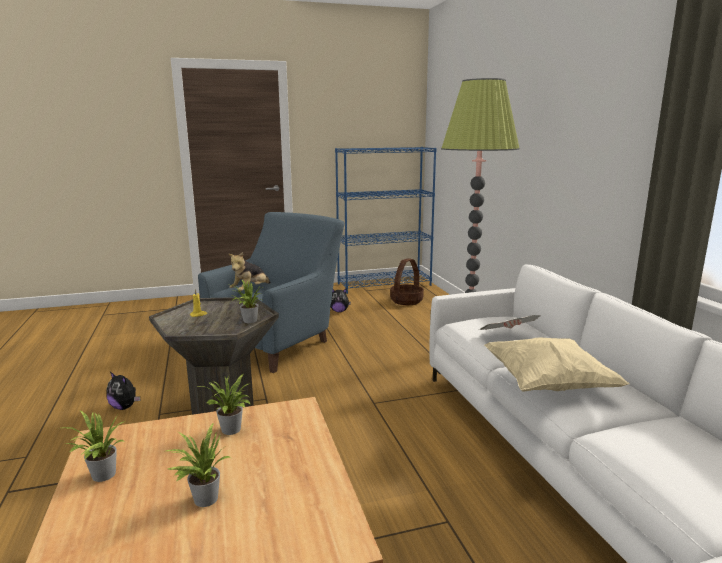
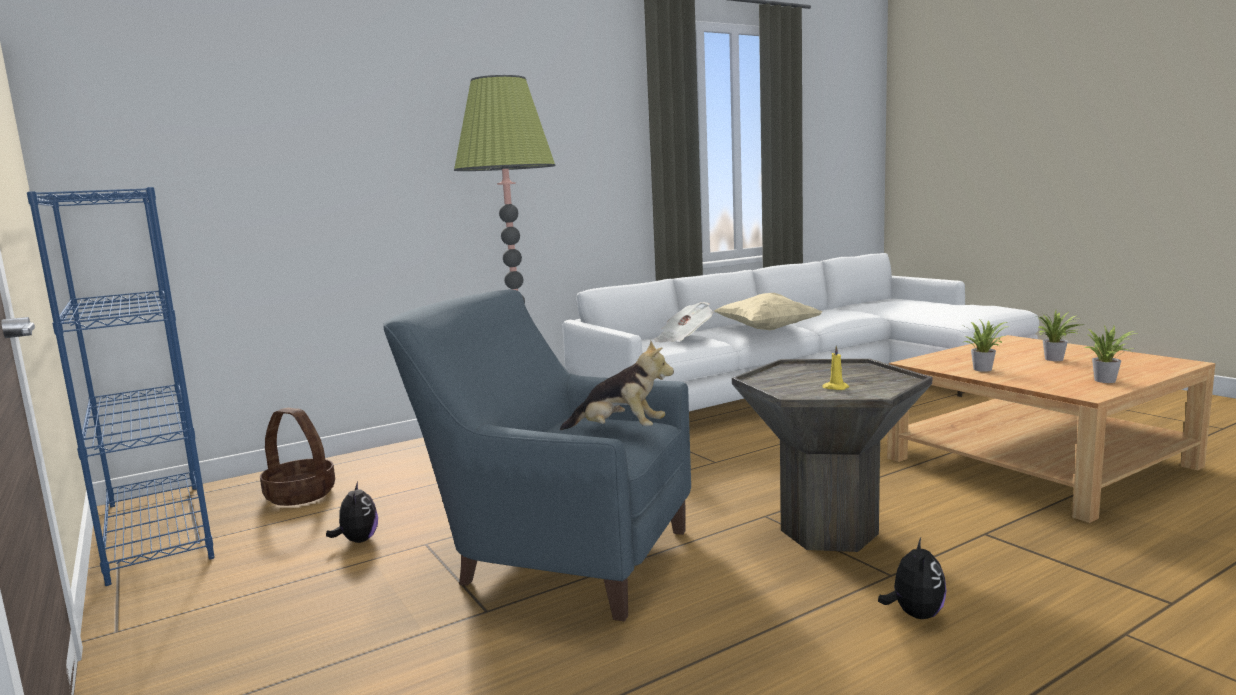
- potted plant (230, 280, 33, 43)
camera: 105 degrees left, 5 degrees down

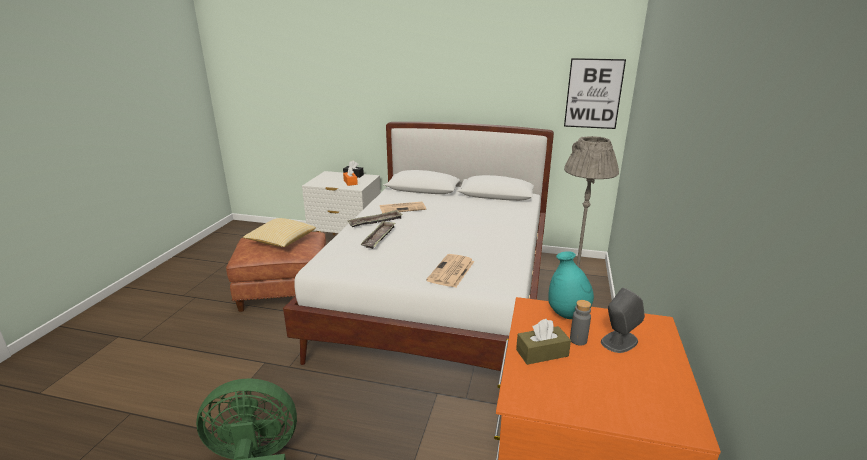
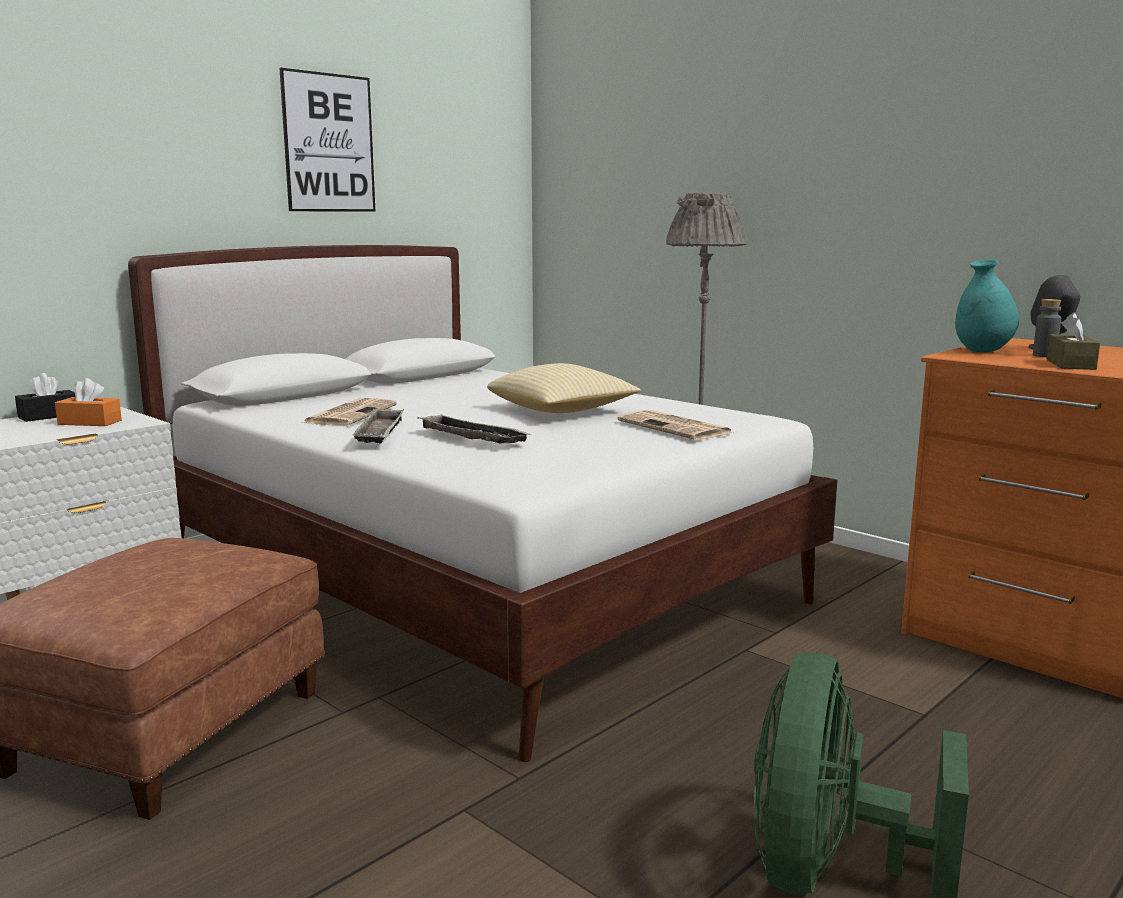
~ pillow (243, 218, 73, 29) to (487, 363, 154, 50)
~ picture (564, 58, 62, 71) to (279, 68, 96, 143)
camera: 60 degrees left, 10 degrees down

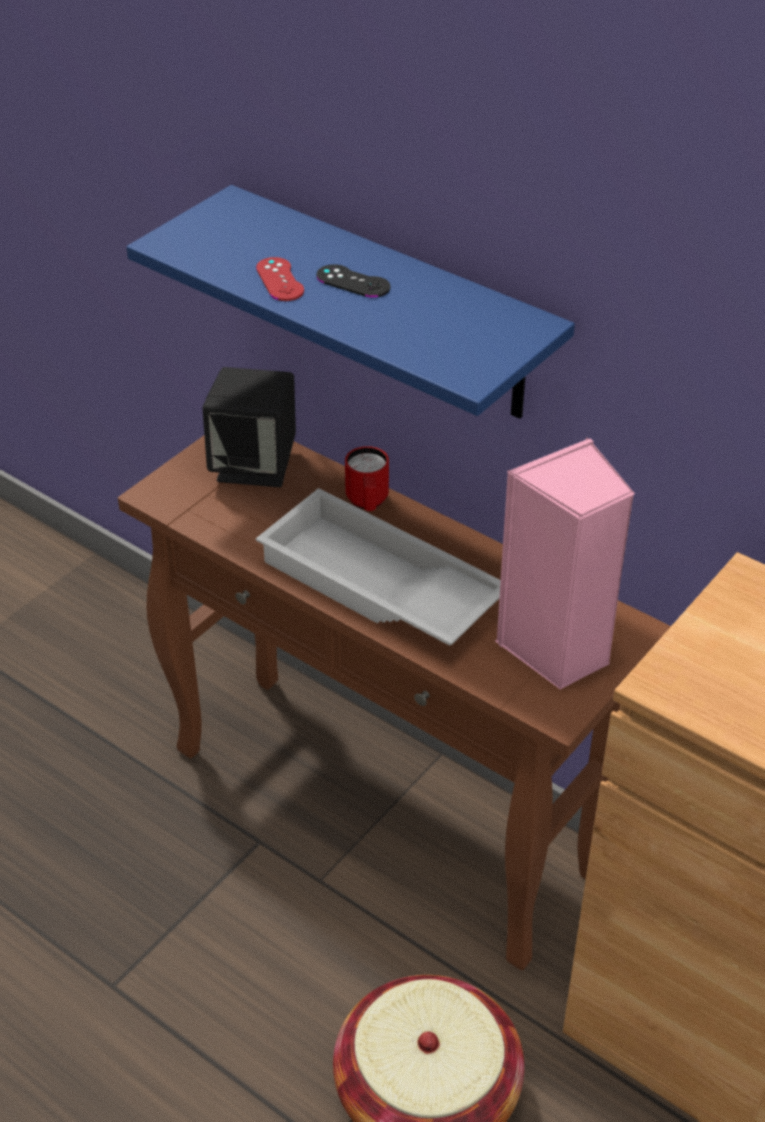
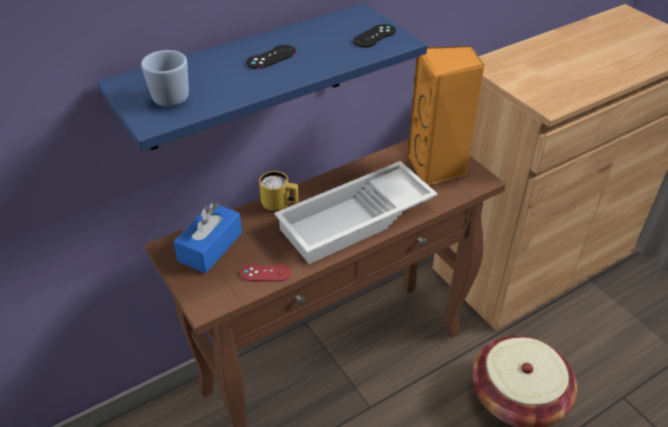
+ blue mug (141, 50, 48, 57)
+ black game controller (353, 24, 43, 24)
~ red game controller (256, 257, 48, 44) to (240, 264, 51, 17)
~ black speaker (202, 367, 94, 120) to blue tissue box (173, 202, 69, 71)
~ red mug (345, 446, 44, 65) to yellow mug (259, 171, 40, 41)
~ pink speaker (495, 437, 140, 253) to orange speaker (408, 46, 77, 139)
camera: 70 degrees left, 0 degrees up

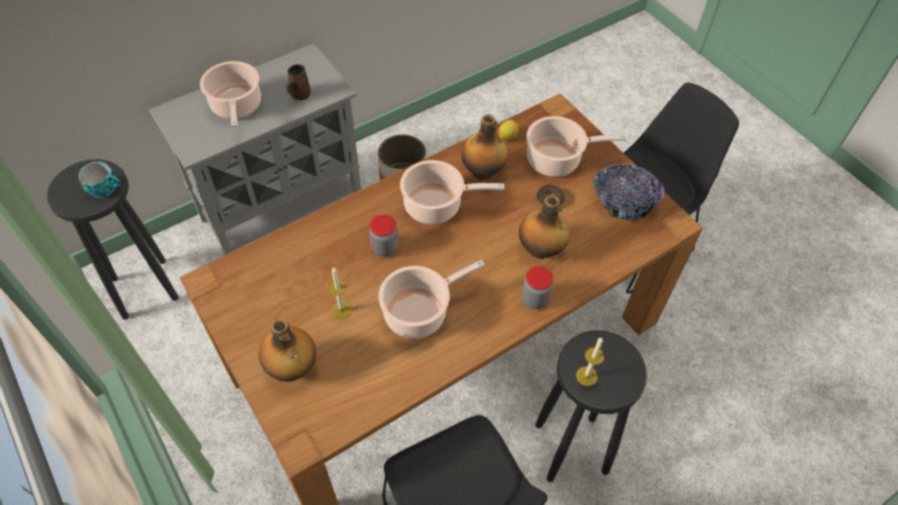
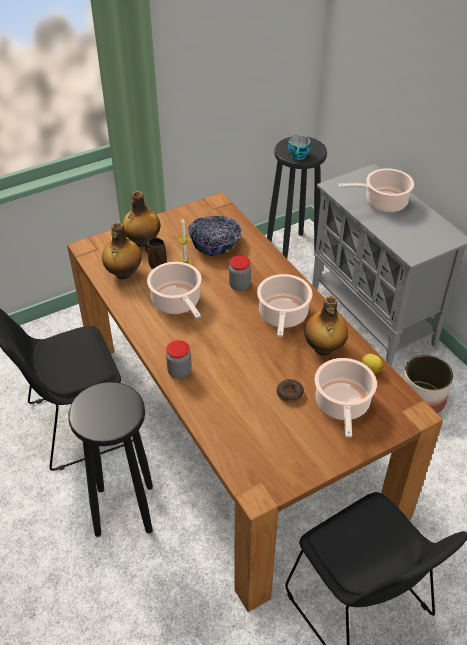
- candle (576, 337, 28, 49)
~ brown mug (286, 64, 25, 36) to (145, 237, 22, 32)
~ bottle (519, 195, 51, 64) to (102, 222, 40, 57)
~ bowl (593, 164, 71, 56) to (188, 216, 54, 40)
camera: 95 degrees right, 10 degrees down

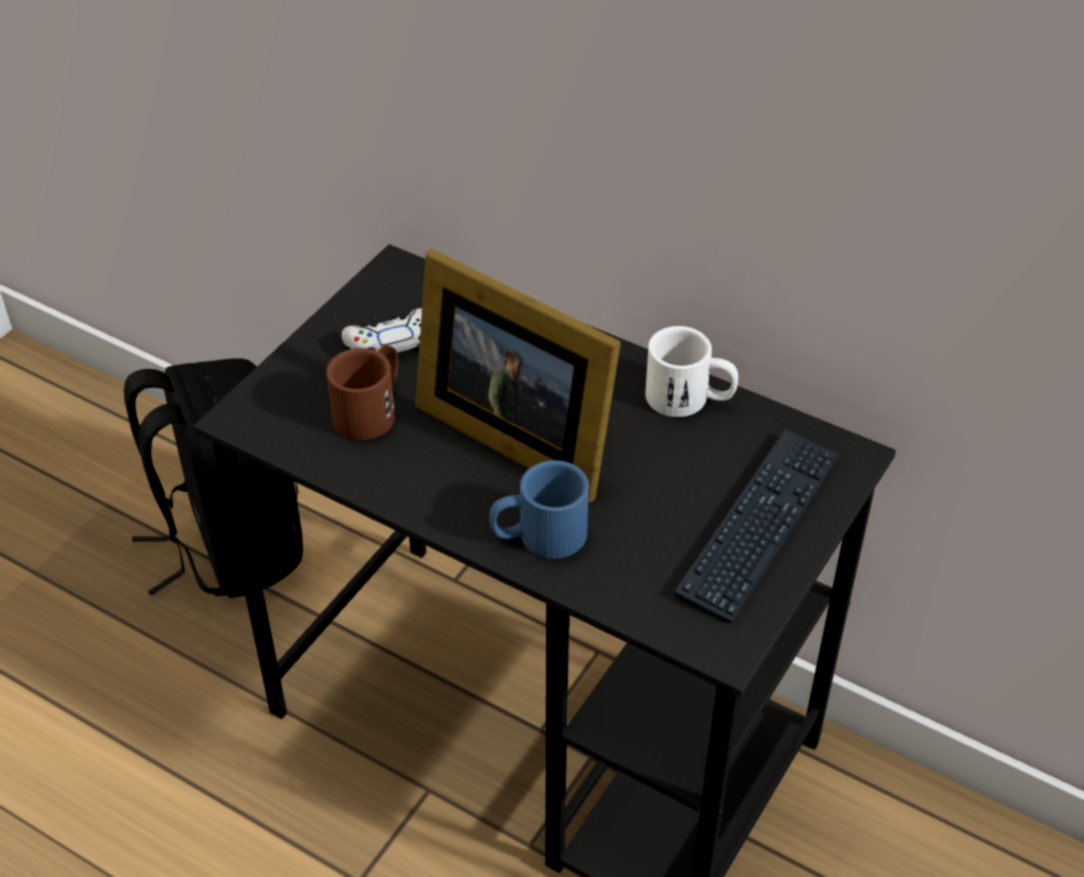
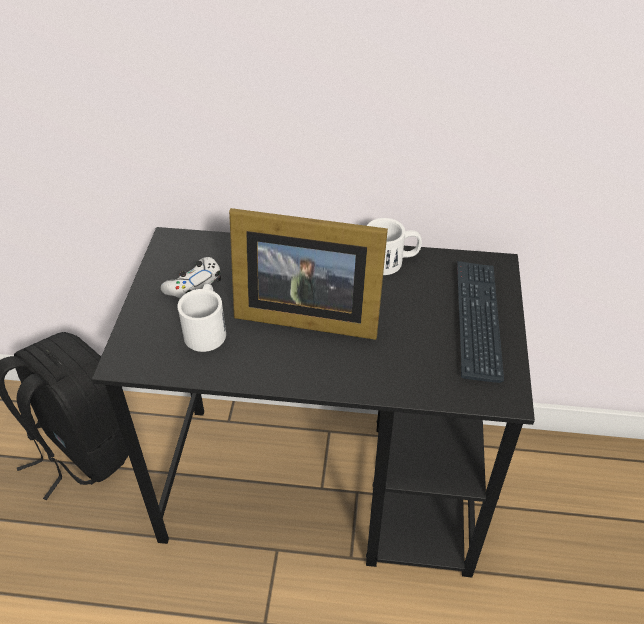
- blue mug (489, 460, 100, 99)
~ brown mug (326, 345, 73, 95) to white mug (177, 284, 49, 68)
camera: 25 degrees left, 0 degrees up

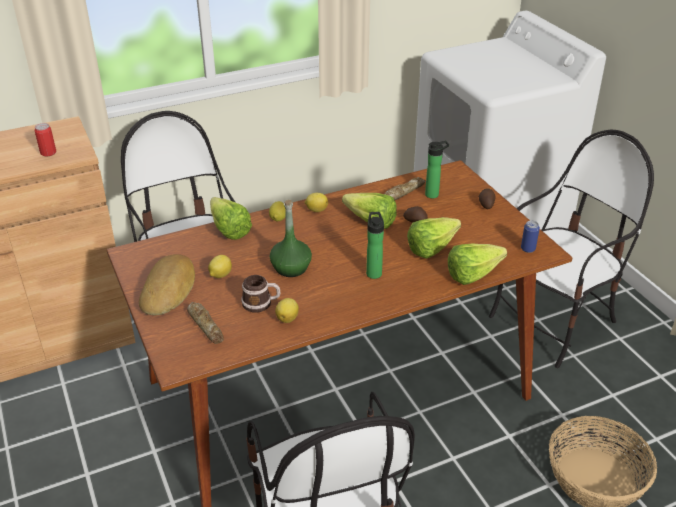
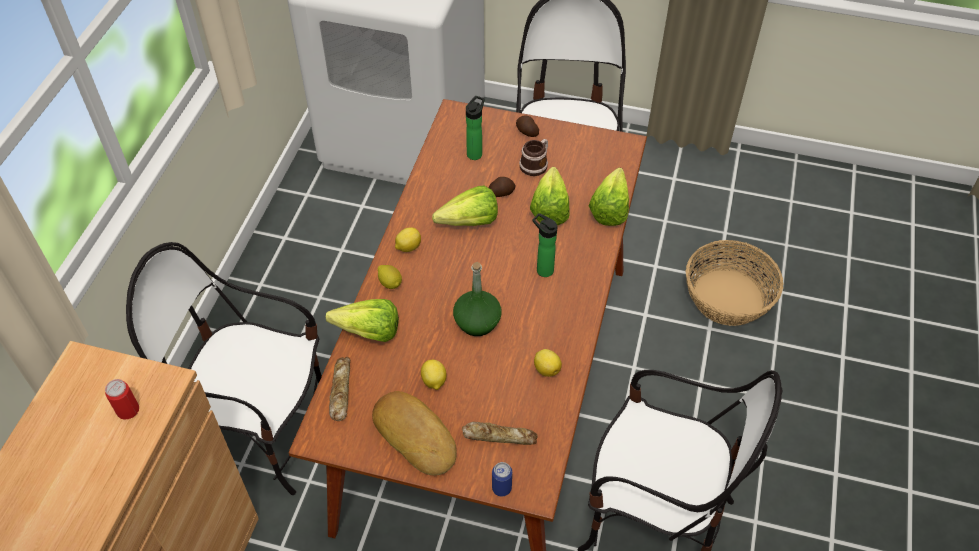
~ mug (241, 275, 40, 38) to (519, 139, 29, 37)
~ bread (385, 177, 40, 23) to (329, 357, 21, 64)
~ can (521, 220, 19, 33) to (492, 462, 20, 34)
camera: 50 degrees left, 15 degrees up

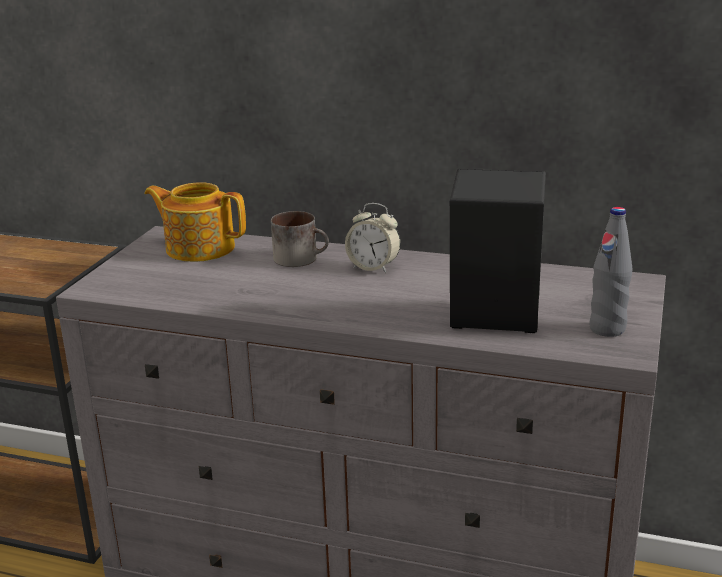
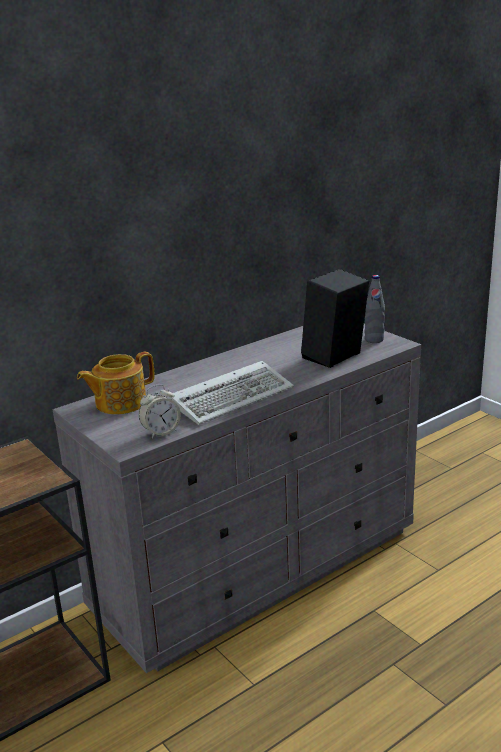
- mug (271, 211, 58, 56)
+ keyboard (169, 361, 125, 64)
~ alarm clock (345, 203, 56, 70) to (139, 385, 42, 54)
camera: 55 degrees left, 0 degrees up

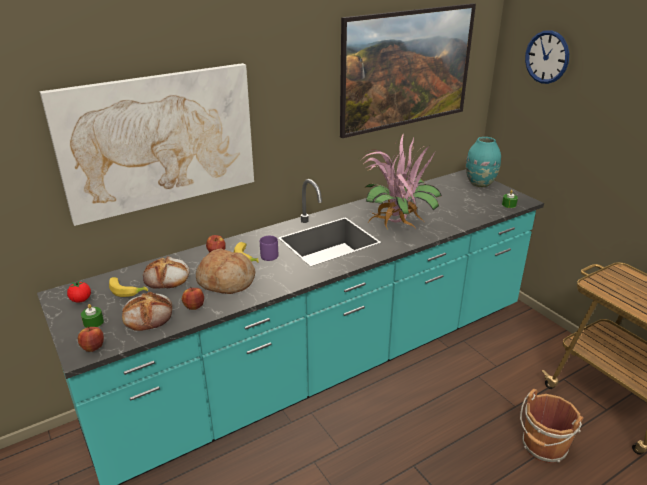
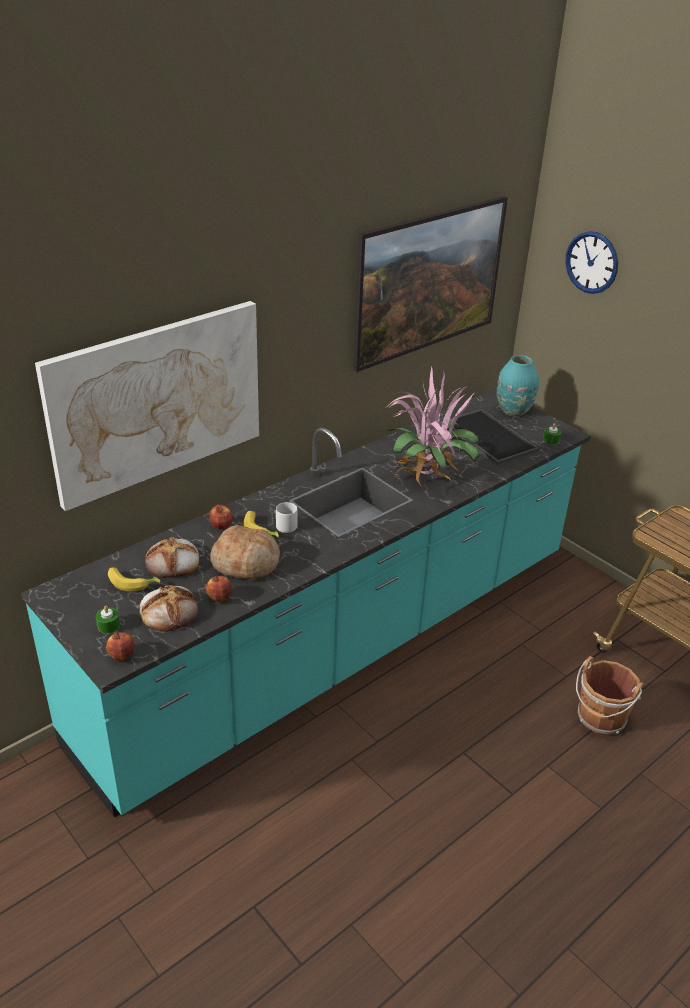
- tomato (67, 280, 24, 23)
+ tray (451, 409, 88, 56)
~ purple mug (260, 236, 19, 25) to grey mug (276, 502, 22, 31)
camera: 10 degrees left, 5 degrees up

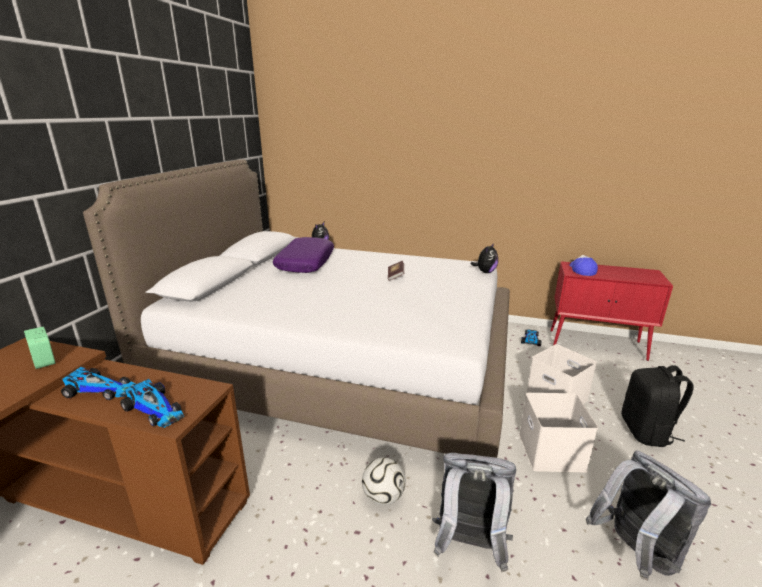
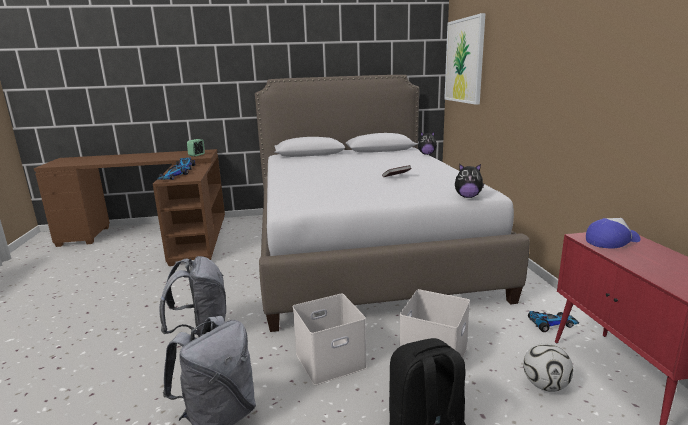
- purple pillow (273, 237, 61, 36)
+ picture (444, 13, 42, 92)
~ football (362, 457, 44, 48) to (523, 343, 50, 49)
camera: 65 degrees right, 5 degrees down

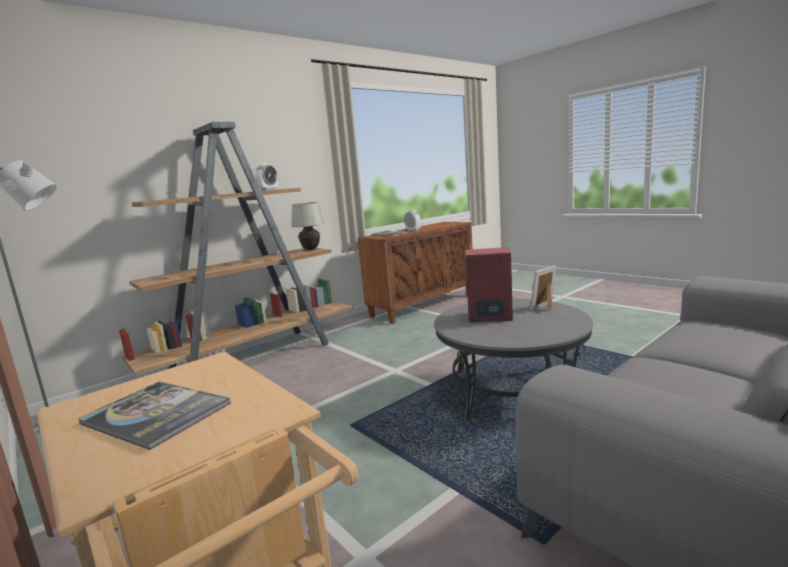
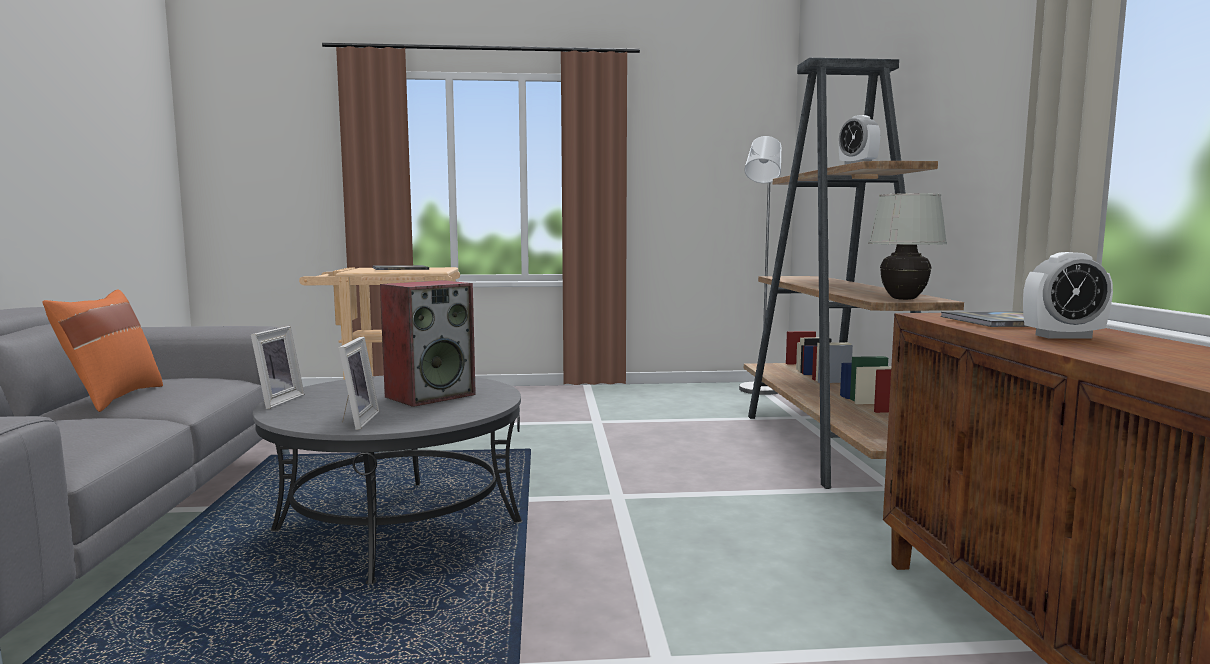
+ orange pillow (42, 289, 121, 123)
+ picture frame (251, 326, 53, 83)
camera: 125 degrees right, 5 degrees down

